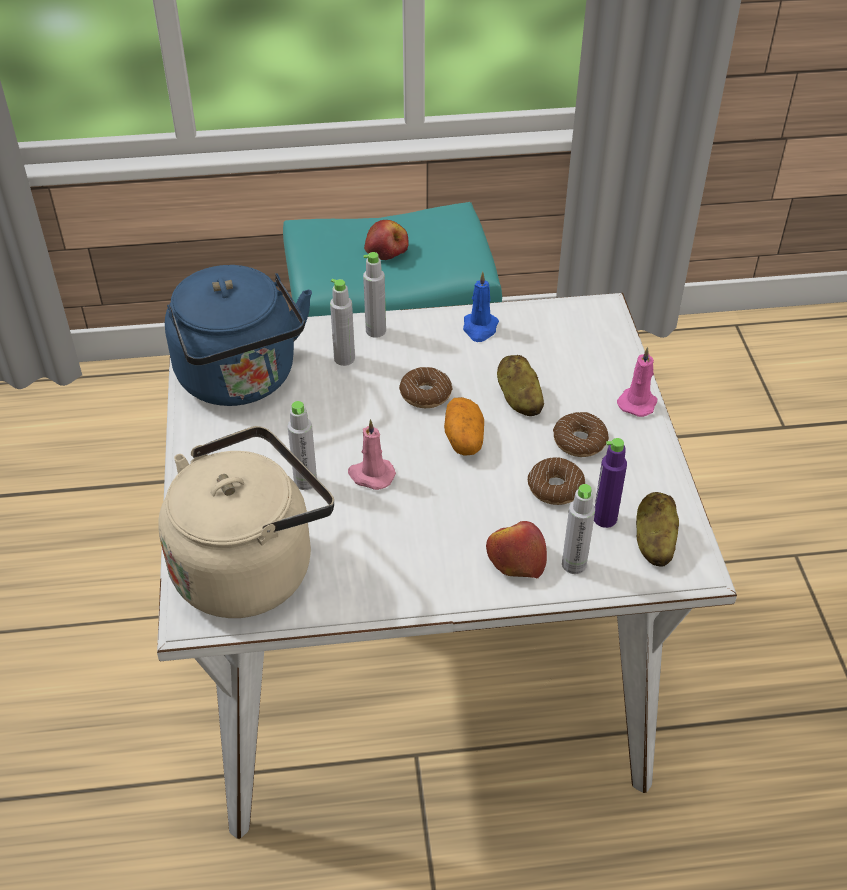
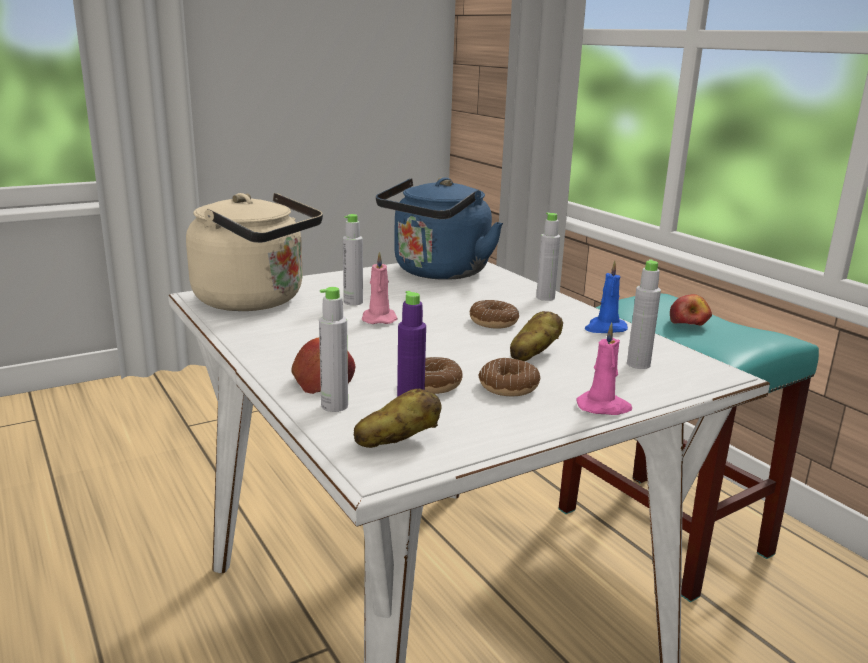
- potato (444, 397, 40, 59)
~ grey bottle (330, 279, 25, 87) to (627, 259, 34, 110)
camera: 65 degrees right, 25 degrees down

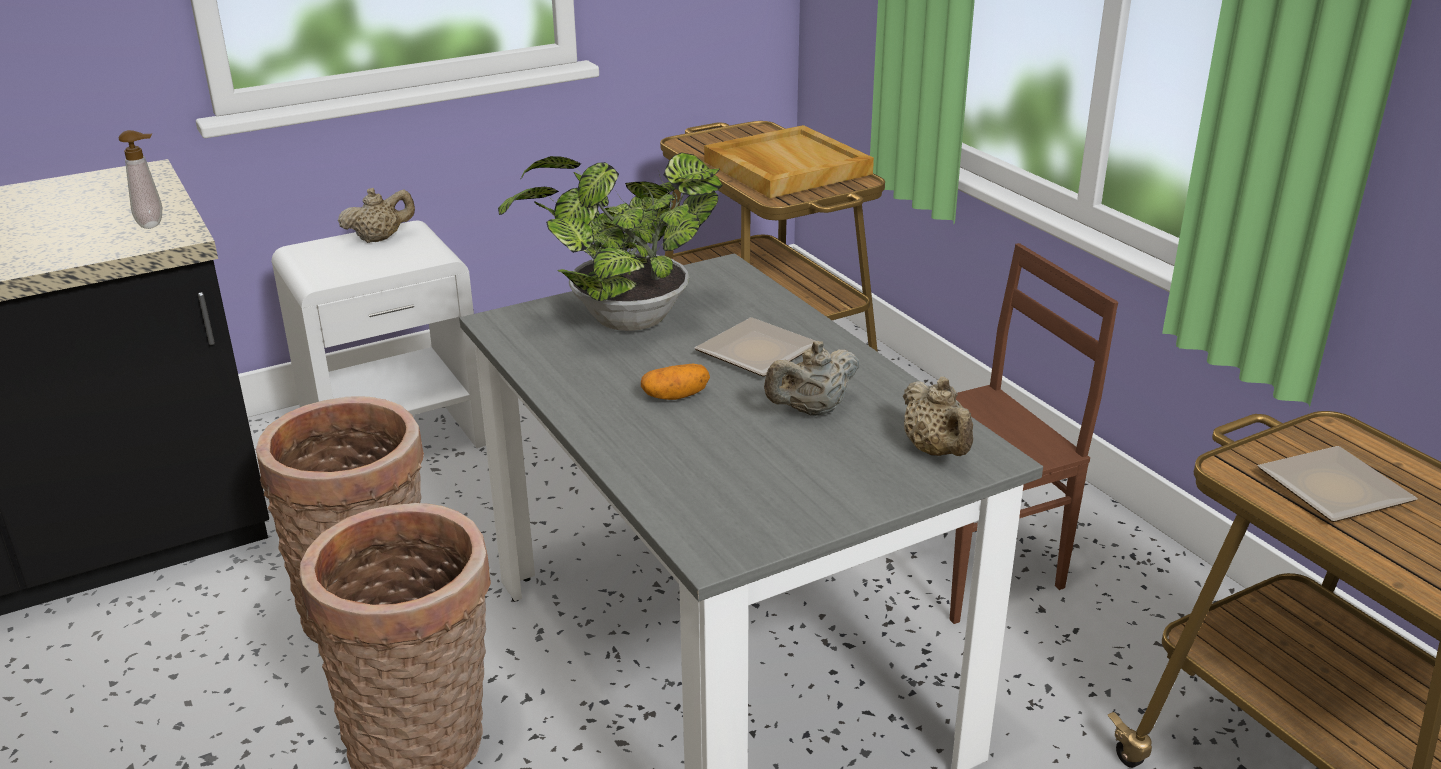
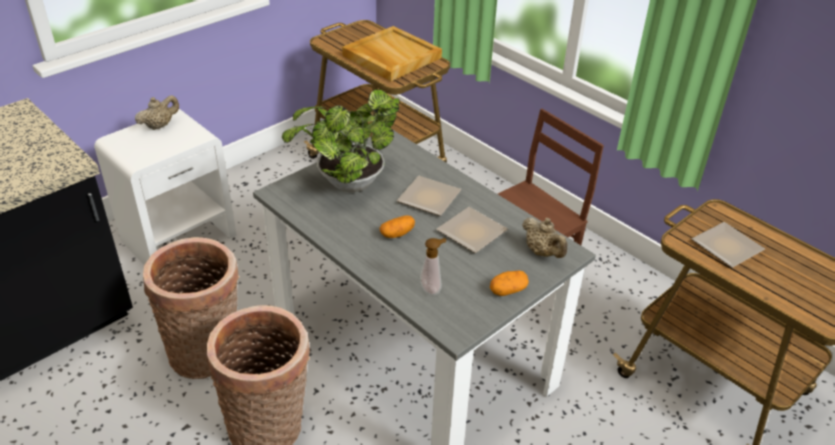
+ potato (490, 271, 39, 25)
~ soap dispenser (118, 130, 44, 99) to (420, 238, 26, 58)
~ beige teapot (764, 341, 95, 75) to plate (436, 207, 72, 46)
camera: 15 degrees left, 10 degrees up

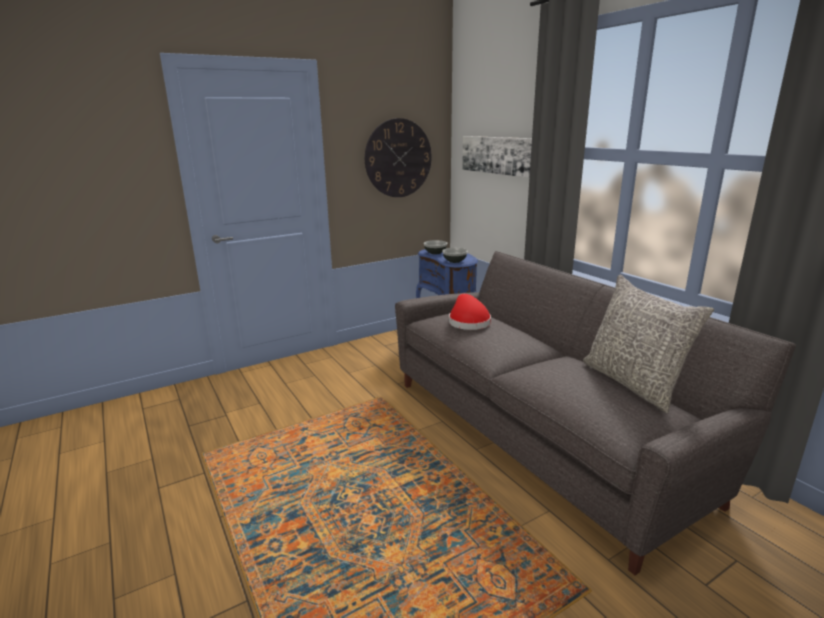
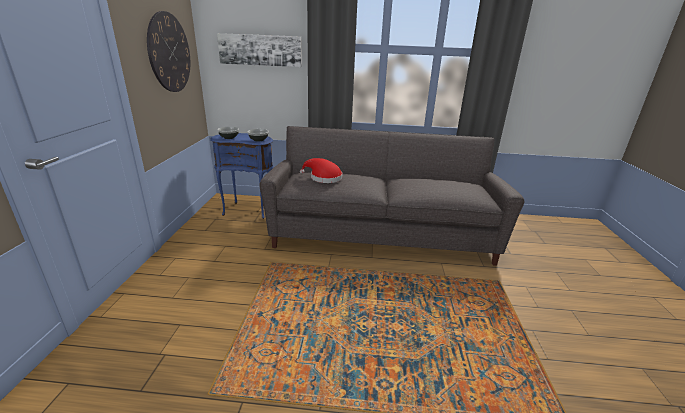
- grey pillow (583, 275, 131, 138)
camera: 55 degrees left, 5 degrees up

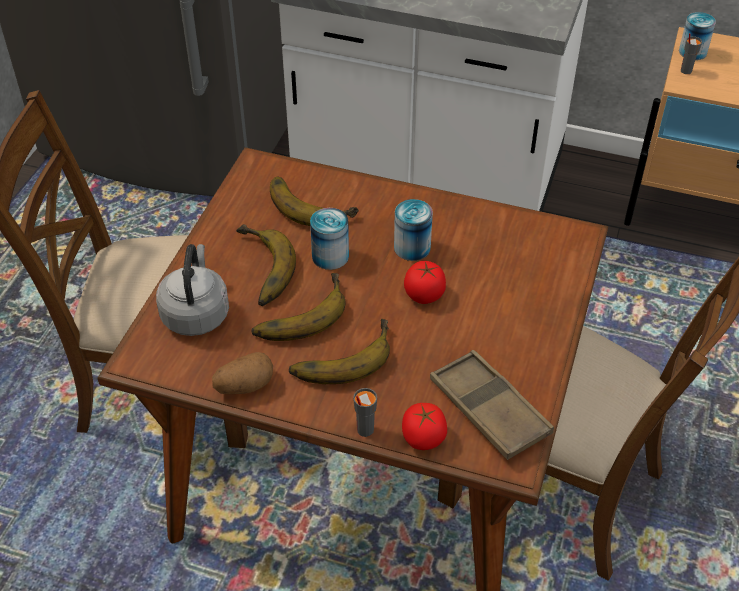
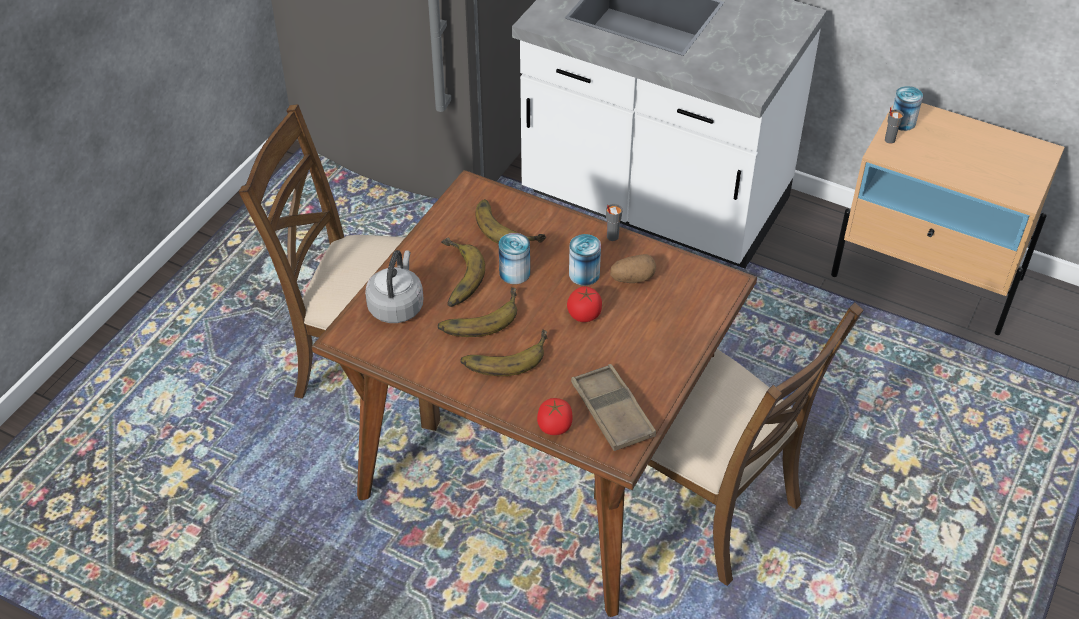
~ potato (212, 352, 61, 42) to (610, 254, 46, 29)
~ grey cup (353, 388, 24, 49) to (606, 204, 17, 37)
camera: 10 degrees right, 0 degrees up

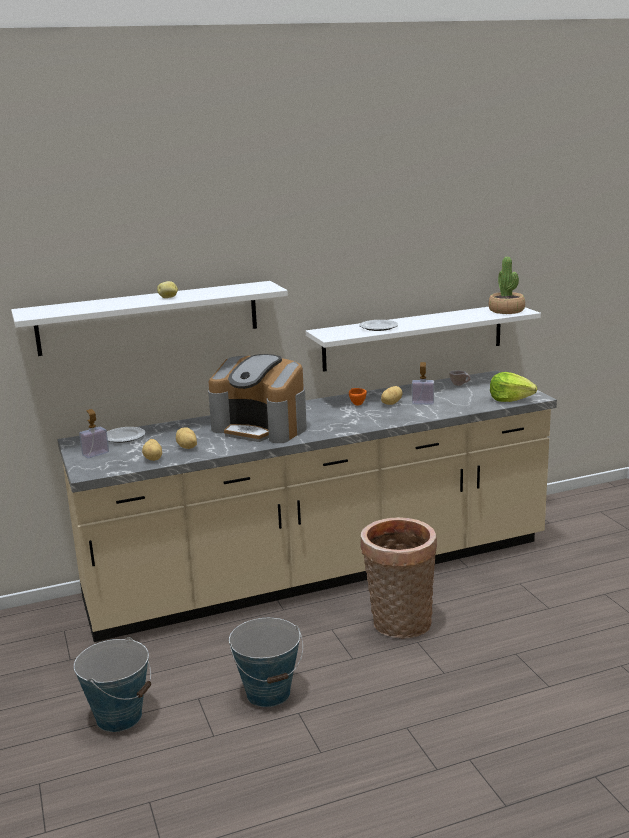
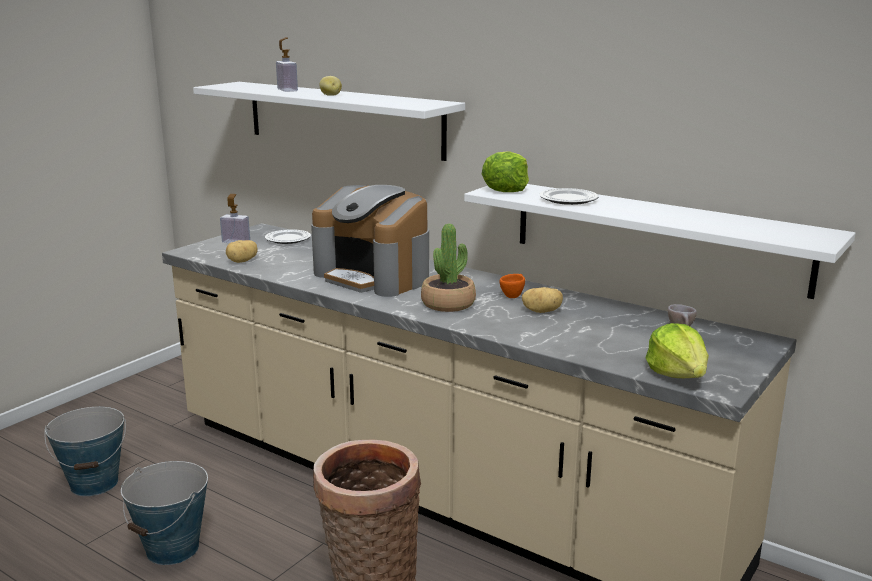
- potato (176, 427, 21, 22)
+ lettuce (482, 151, 47, 41)
~ soap dispenser (412, 362, 22, 43) to (276, 37, 22, 55)
~ potted plant (489, 257, 36, 57) to (421, 224, 55, 88)
~ coffee machine (208, 354, 99, 89) = (311, 185, 118, 112) 45 degrees counterclockwise
camera: 55 degrees right, 0 degrees up

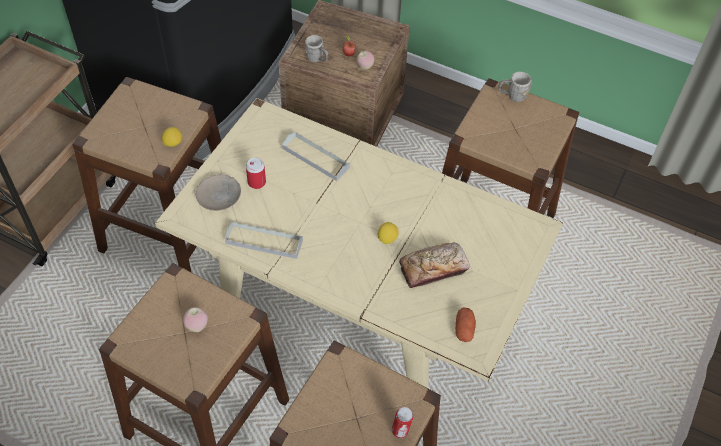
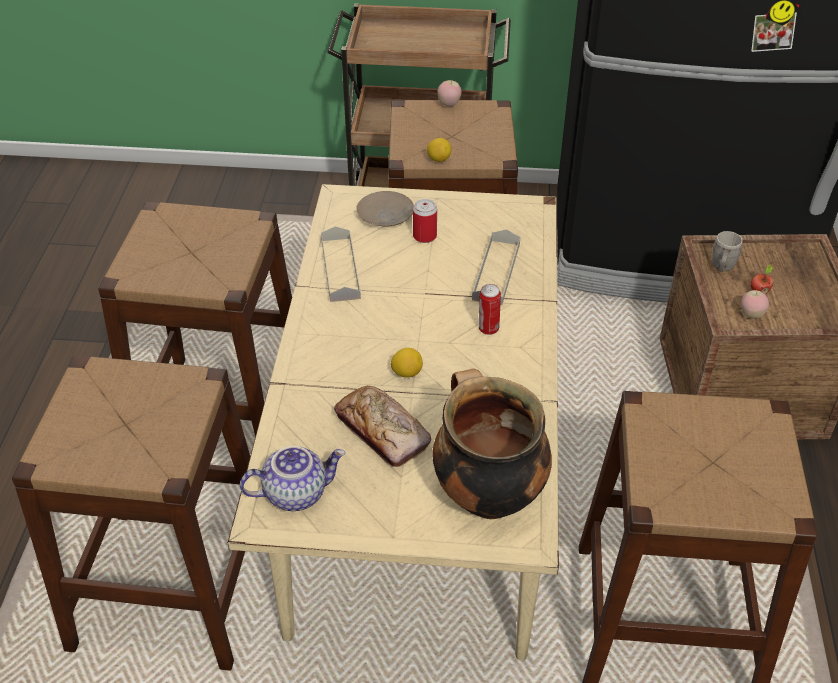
- grey mug (498, 72, 34, 30)
+ cooking pot (432, 369, 120, 150)
~ apple (183, 307, 25, 25) to (437, 80, 24, 27)
~ can (392, 407, 22, 31) to (479, 284, 22, 51)
~ potato (455, 308, 21, 34) to teapot (240, 446, 105, 65)
camera: 70 degrees right, 10 degrees down

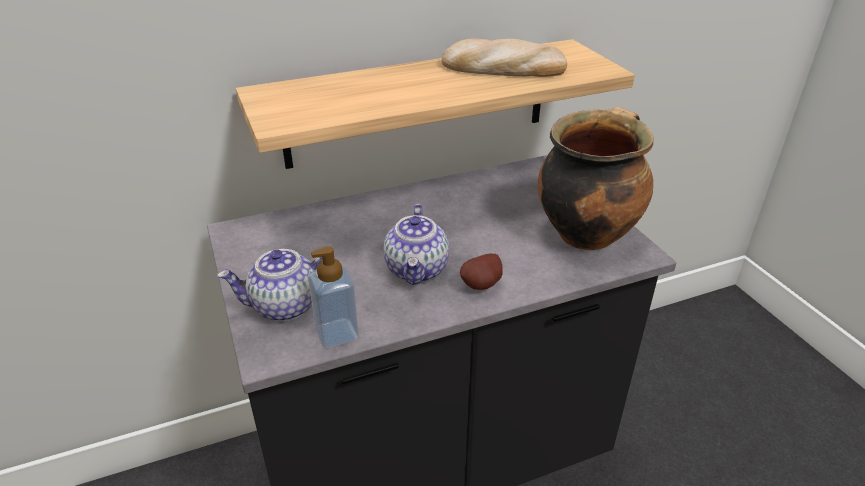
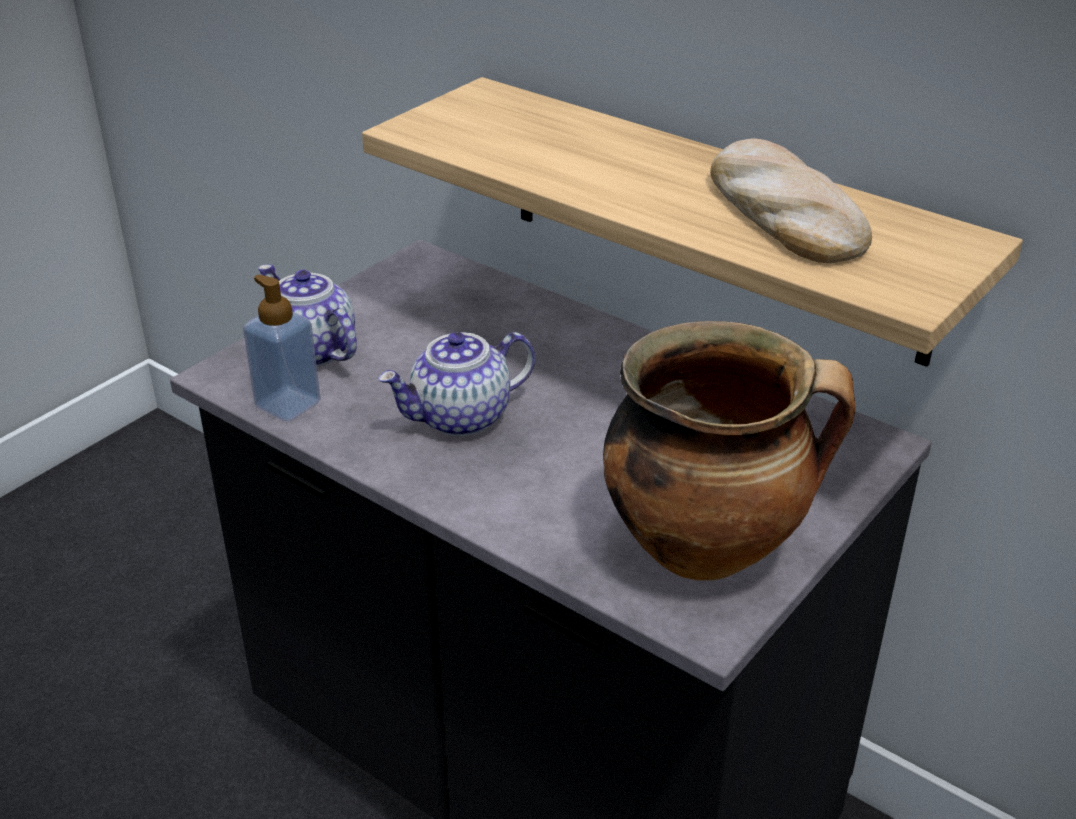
- potato (460, 254, 42, 36)
camera: 60 degrees right, 0 degrees up

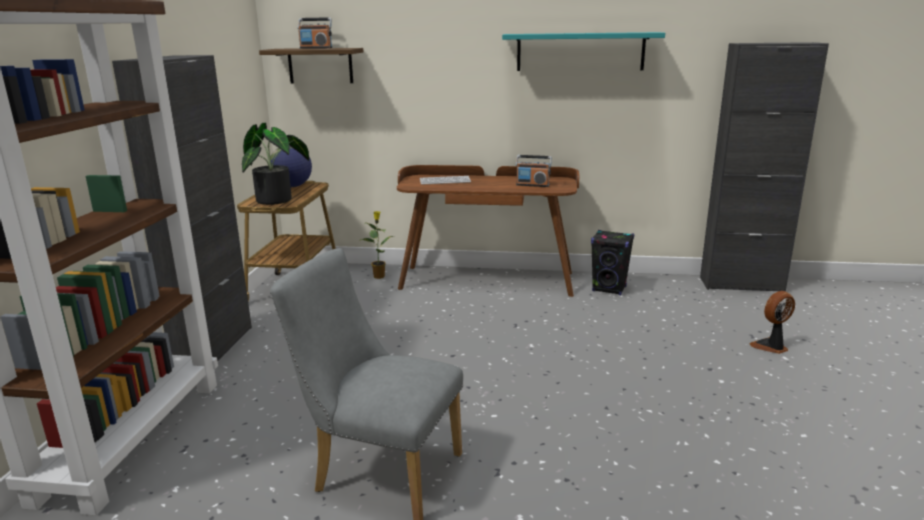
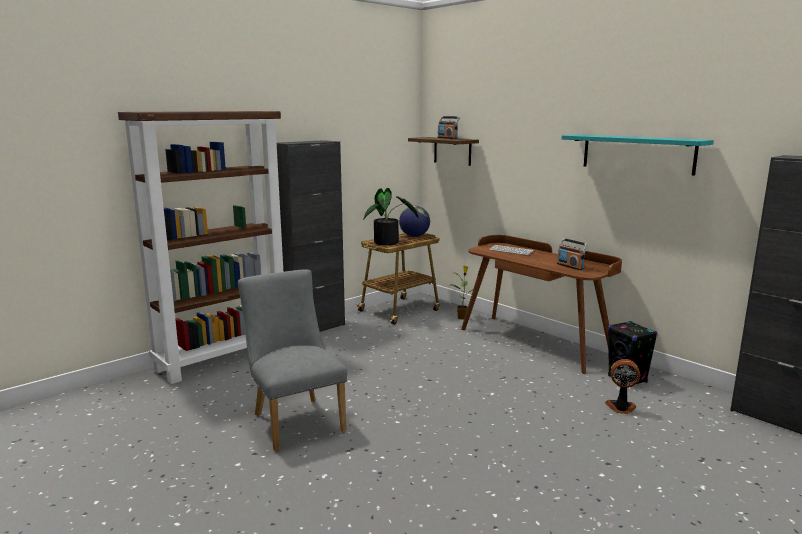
~ fan (749, 291, 46, 63) to (605, 359, 35, 55)
camera: 40 degrees right, 5 degrees down

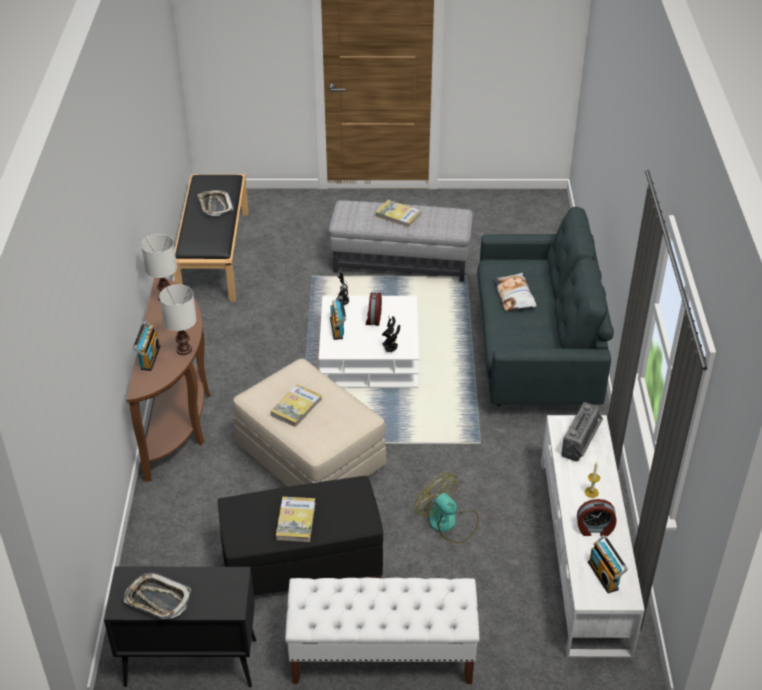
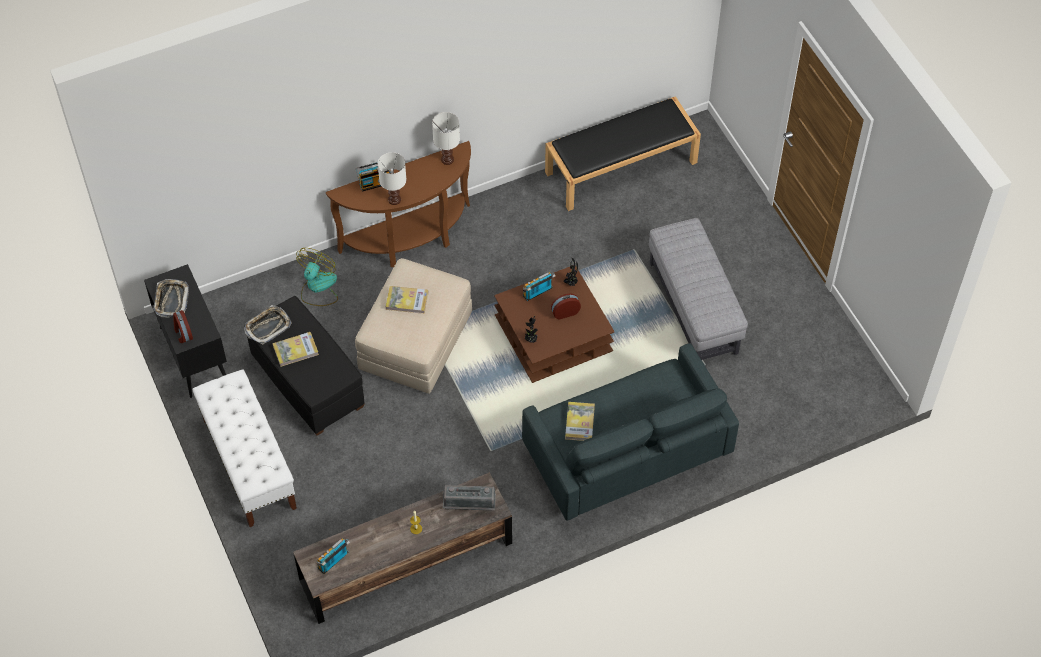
- pillow (494, 272, 43, 39)
~ tray (198, 190, 35, 26) to (244, 305, 48, 40)
~ book (375, 200, 46, 28) to (565, 402, 30, 39)
~ fan (415, 473, 64, 70) to (296, 248, 42, 58)
~ alarm clock (577, 499, 40, 37) to (173, 310, 20, 33)
~ white coffee table (319, 296, 100, 92) to brown coffee table (494, 265, 121, 118)
~ white tv stand (541, 415, 104, 243) to brown tv stand (293, 472, 219, 152)
camera: 65 degrees right, 15 degrees up

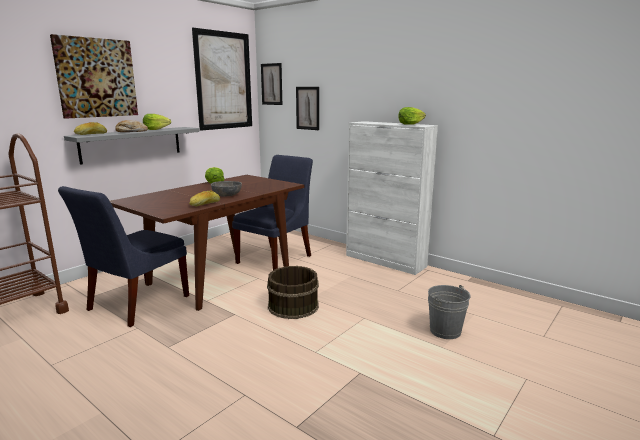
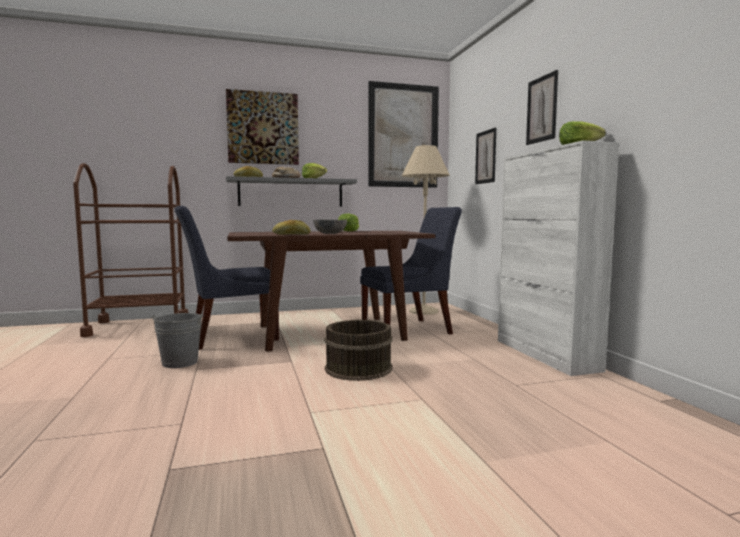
+ beige floor lamp (402, 145, 48, 170)
~ picture (261, 63, 21, 42) to (526, 70, 32, 75)
~ grey bucket (428, 285, 43, 54) to (150, 313, 54, 55)
camera: 35 degrees right, 10 degrees down

